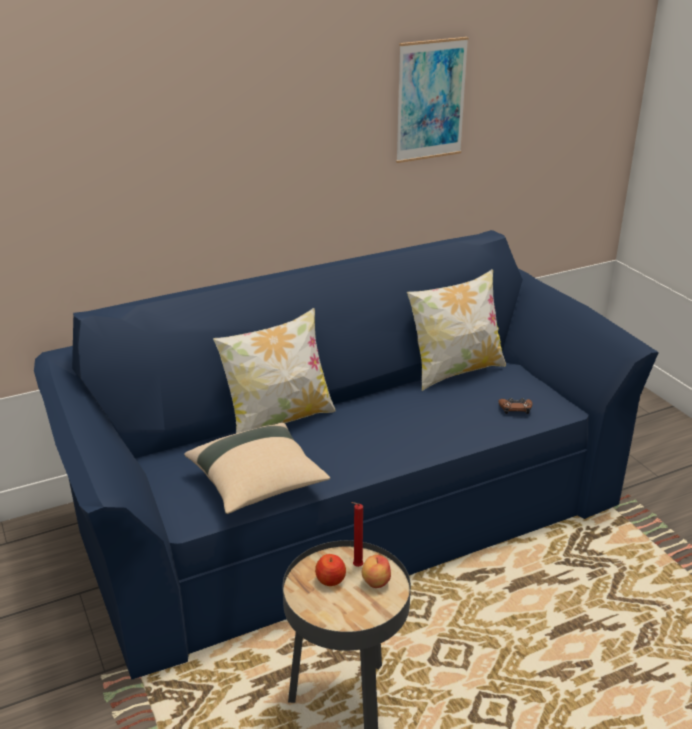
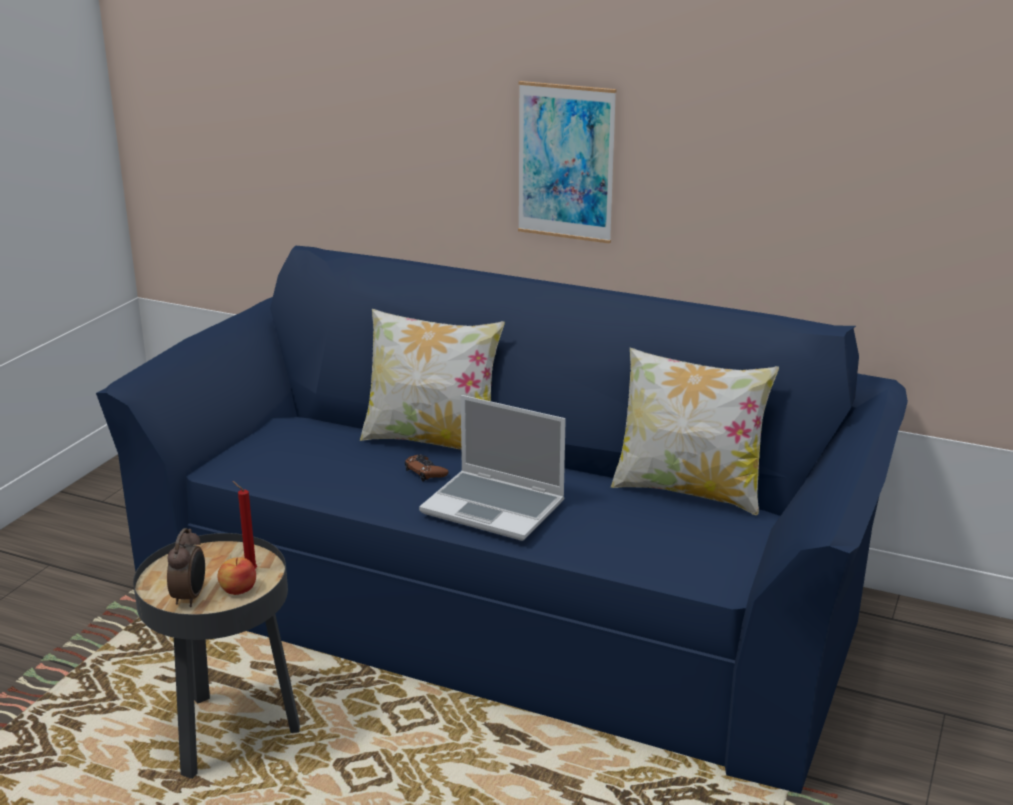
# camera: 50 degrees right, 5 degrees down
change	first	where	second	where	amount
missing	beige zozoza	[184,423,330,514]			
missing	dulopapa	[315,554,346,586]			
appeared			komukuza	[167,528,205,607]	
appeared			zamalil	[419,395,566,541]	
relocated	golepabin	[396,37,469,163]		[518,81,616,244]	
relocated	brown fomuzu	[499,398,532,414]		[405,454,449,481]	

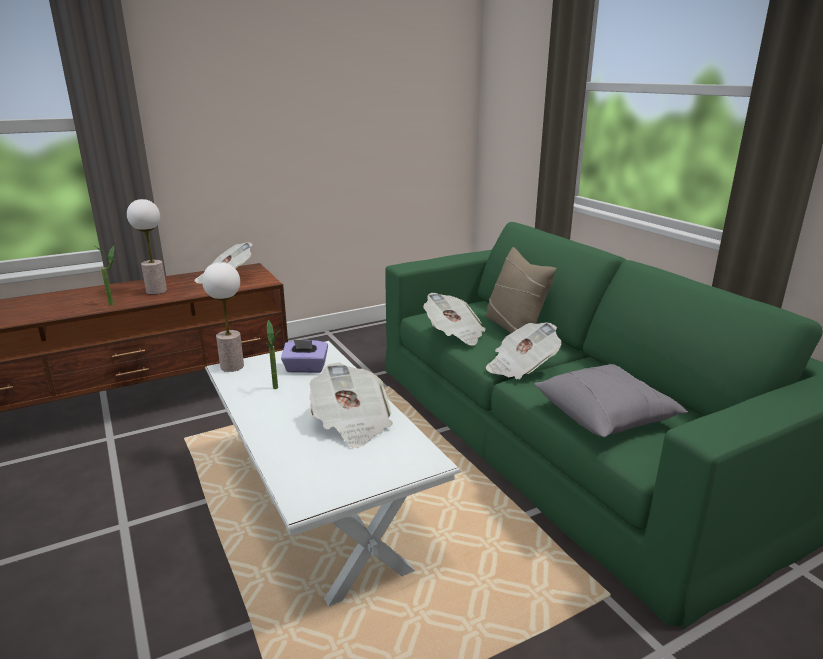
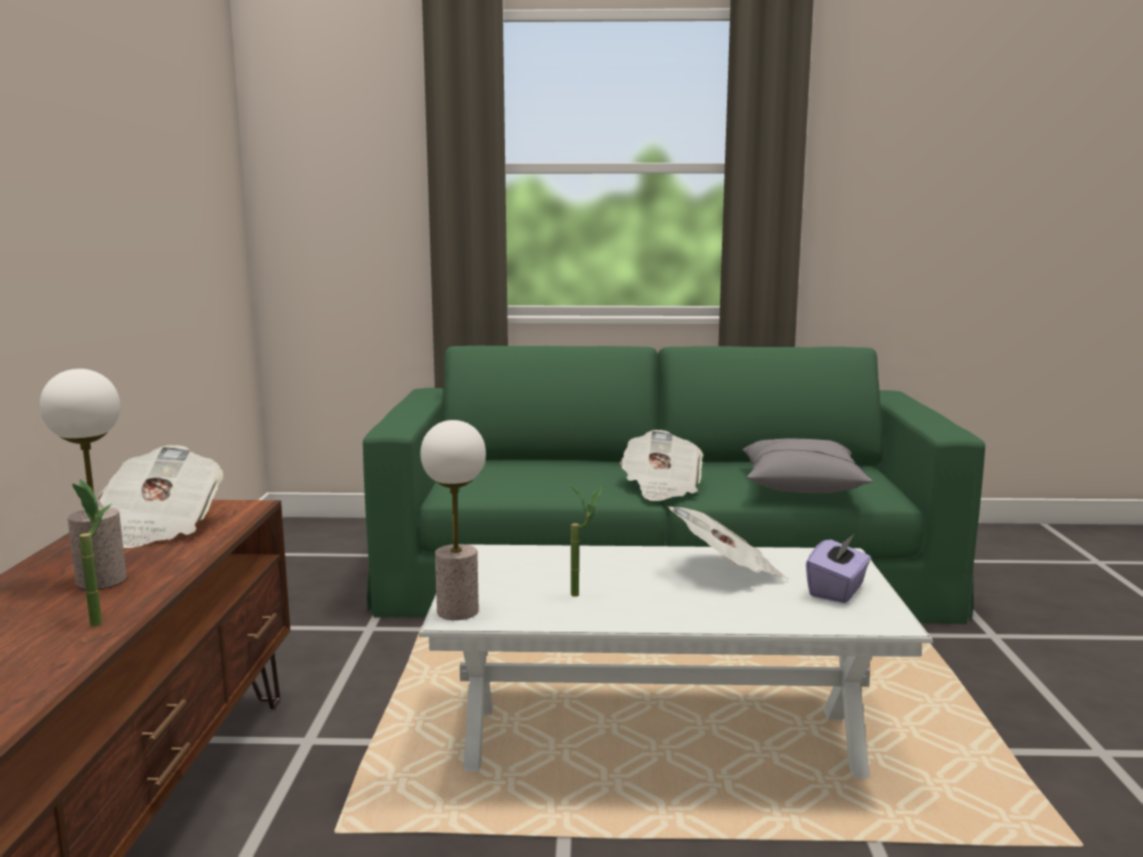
# camera: 60 degrees left, 10 degrees down
change	first	where	second	where	amount
missing	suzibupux	[423,293,486,346]			
missing	beige zozoza	[486,247,556,334]			
relocated	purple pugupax	[281,339,328,373]		[806,534,871,603]	

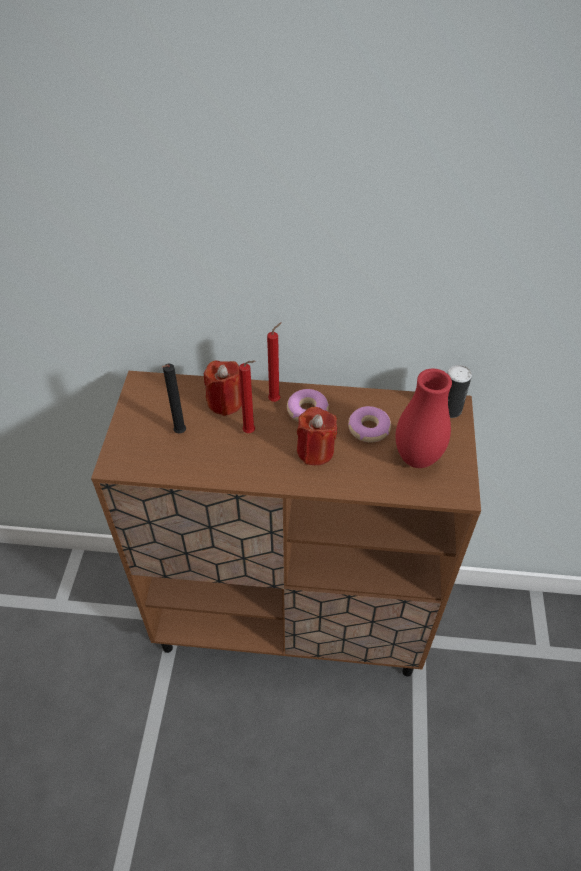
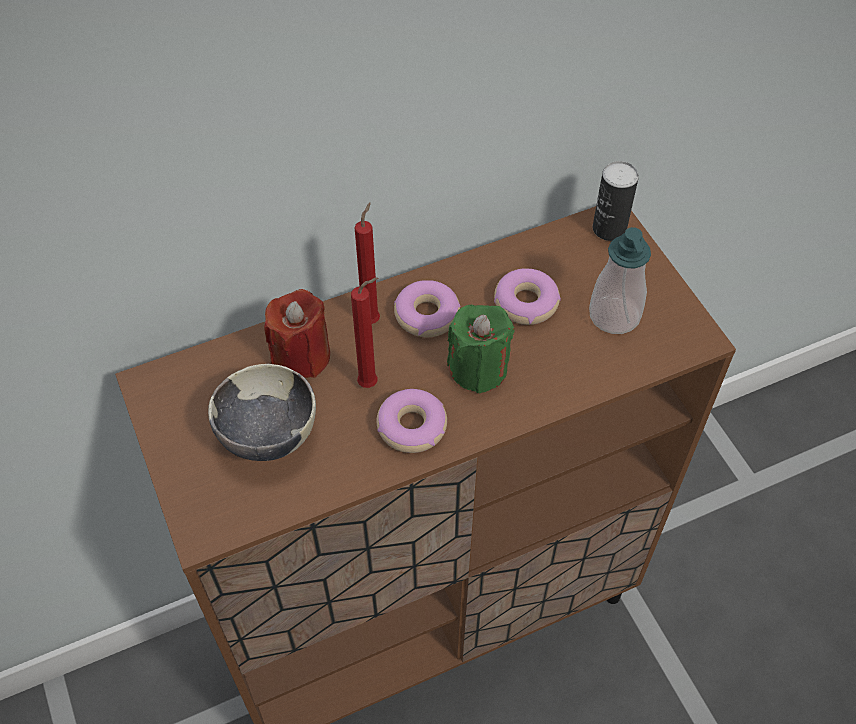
# camera: 30 degrees left, 5 degrees up
change	first	where	second	where	amount
appeared			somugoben	[376,389,447,453]	
exchanged	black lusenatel	[162,363,186,434]	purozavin	[208,364,316,461]	
exchanged	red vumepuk	[395,369,452,468]	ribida	[589,227,651,334]	
colour	red lusenatel	[297,407,338,465]	green lusenatel	[447,305,514,394]	

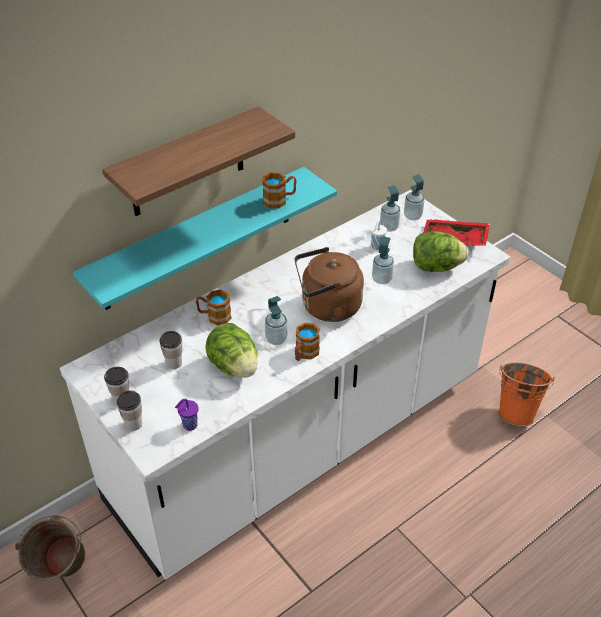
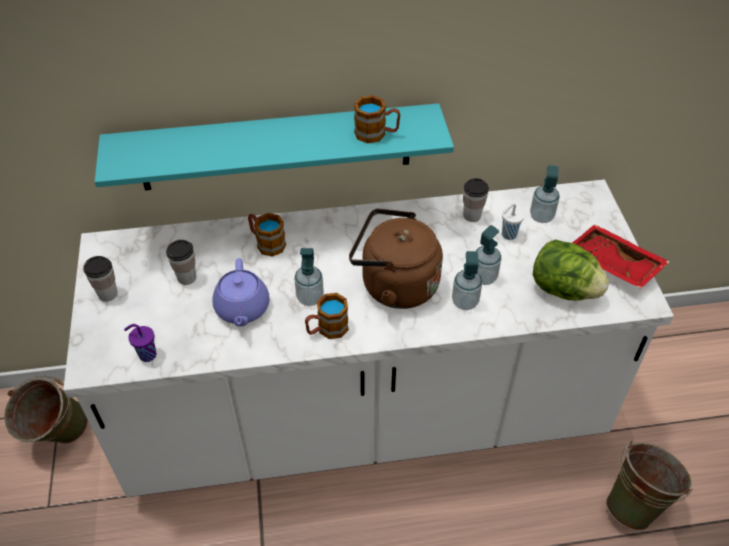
# camera: 30 degrees right, 5 degrees up
change	first	where	second	where	amount
missing	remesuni	[102,106,295,216]			
relocated	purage	[117,390,142,431]		[463,178,489,222]	
relocated	ribida	[404,174,424,220]		[452,251,482,310]	
exchanged	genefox	[206,323,258,377]	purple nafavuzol	[212,258,270,327]	
colour	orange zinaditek	[498,363,555,426]	green zinaditek	[606,441,693,531]	

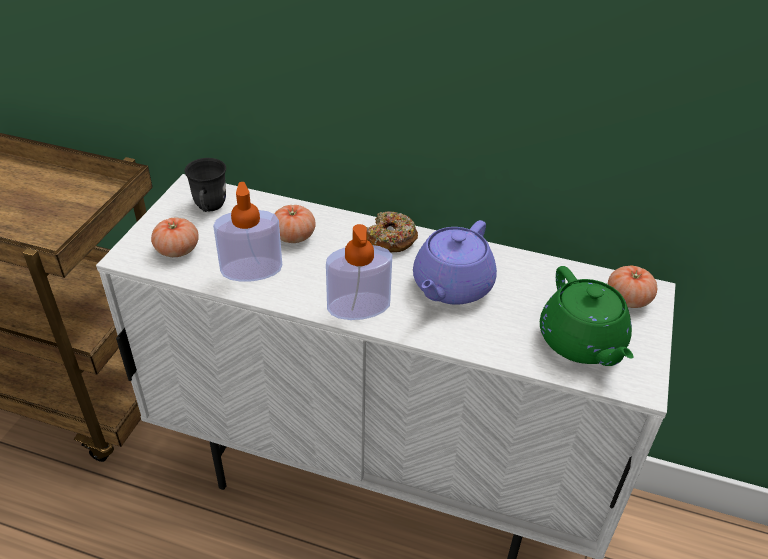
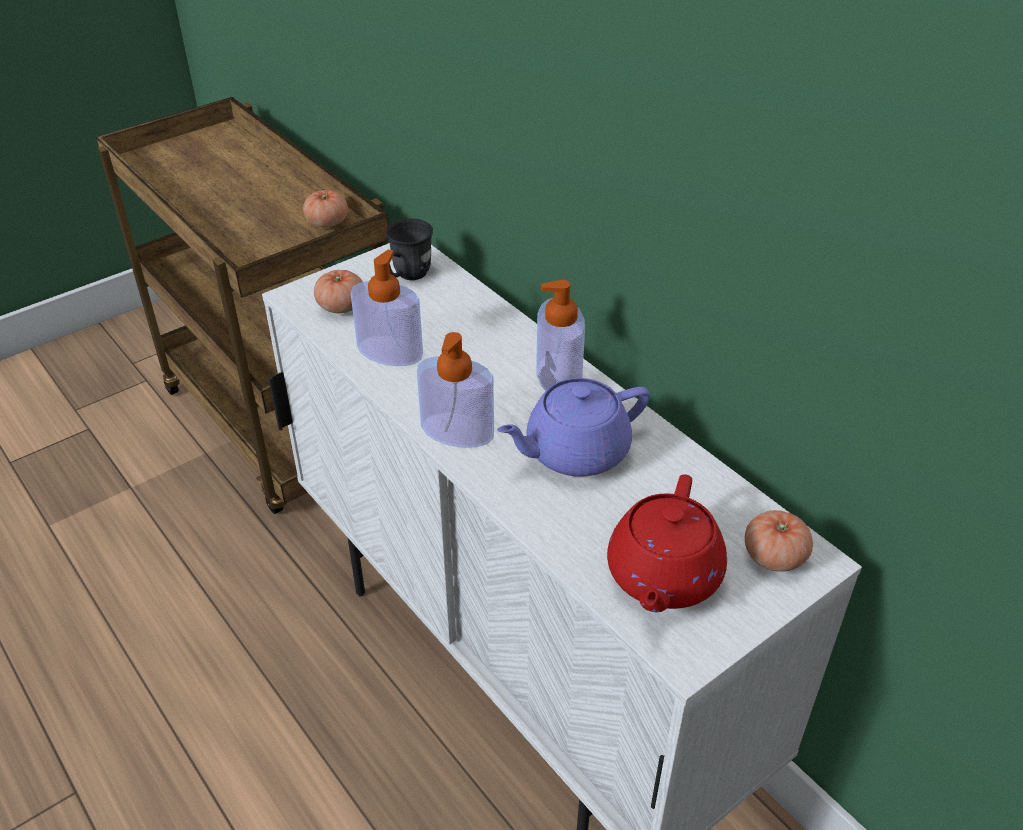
# camera: 35 degrees right, 0 degrees up
change	first	where	second	where	amount
relocated	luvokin	[274,205,316,243]		[303,190,348,227]	
exchanged	somugoben	[367,211,418,252]	ribida	[536,280,585,391]	
colour	green nafavuzol	[540,266,633,366]	red nafavuzol	[607,474,727,612]	

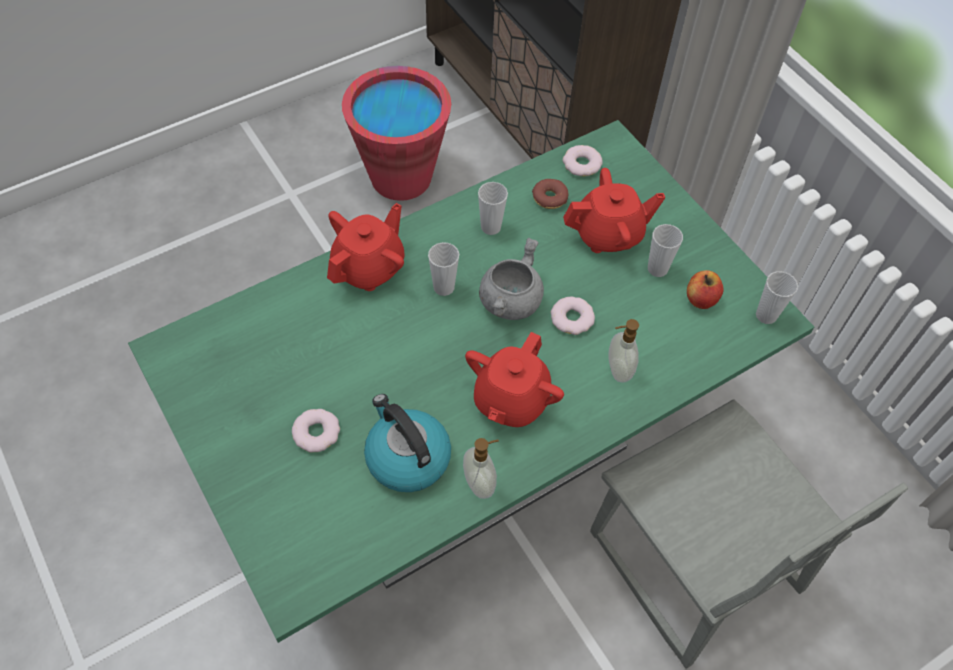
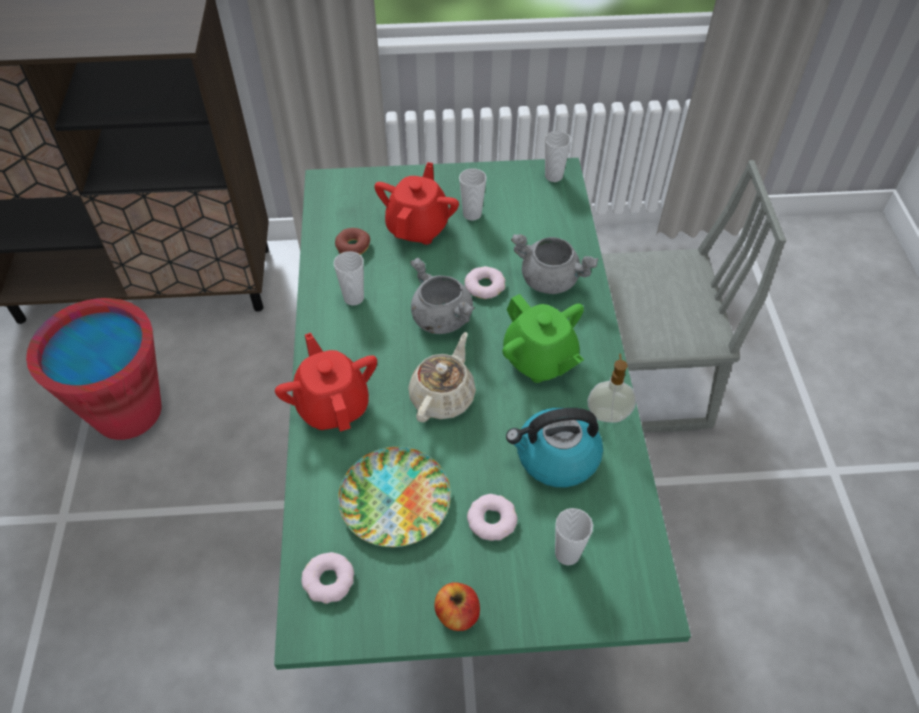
# camera: 60 degrees left, 5 degrees down
change	first	where	second	where	amount
appeared			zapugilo	[338,447,451,547]	
appeared			beige nafavuzol	[408,332,476,422]	
relocated	purage	[428,242,459,296]		[555,508,593,566]	
relocated	somugoben	[563,145,603,177]		[301,552,354,604]	
relocated	dulopapa	[687,270,724,309]		[434,582,480,631]	
exchanged	ribida	[608,319,639,383]	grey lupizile	[511,234,599,294]	
colour	red nafavuzol	[465,332,564,427]	green nafavuzol	[502,294,584,383]	

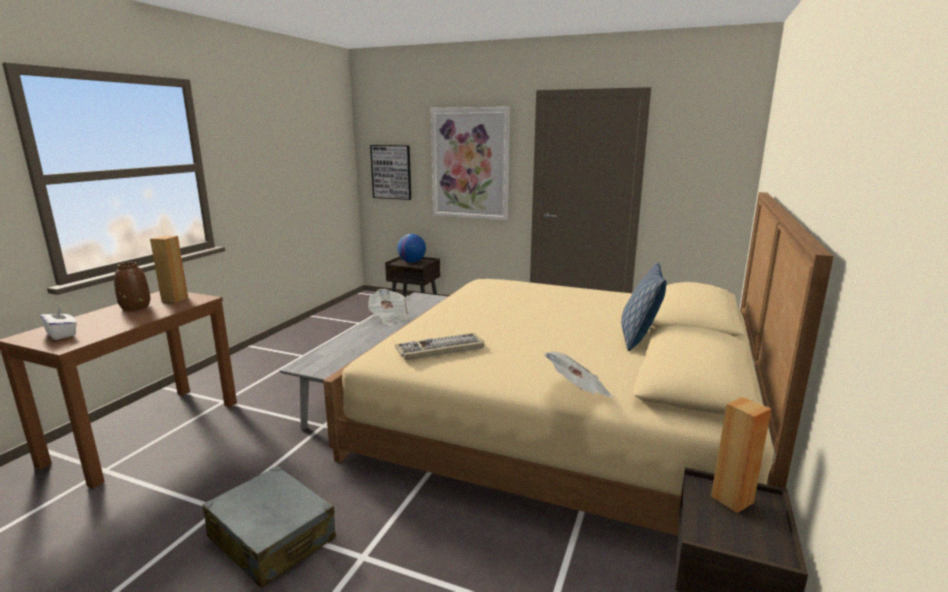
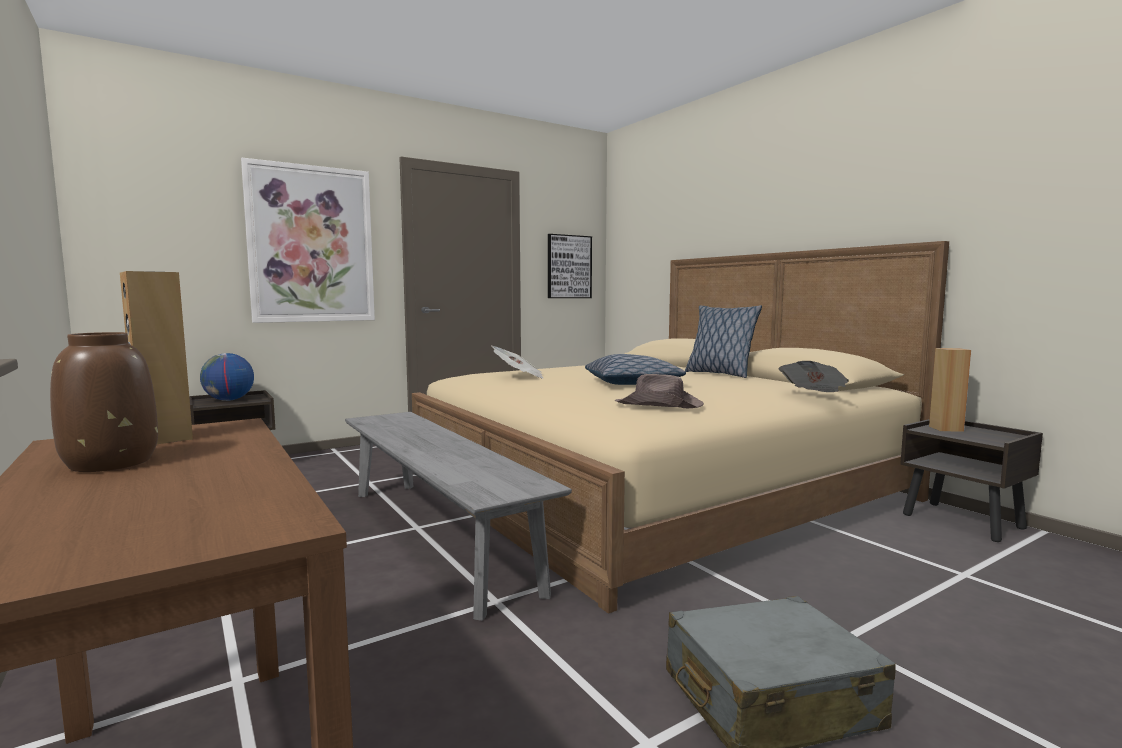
# camera: 55 degrees left, 10 degrees down
change	first	where	second	where	amount
missing	white pugupax	[40,306,77,340]			
appeared			zozoza	[585,354,686,385]	
relocated	suzibupux	[368,289,408,325]		[492,346,544,379]	
relocated	golepabin	[370,145,411,200]		[548,234,592,298]	
exchanged	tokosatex	[395,333,484,360]	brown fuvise	[615,374,704,408]	

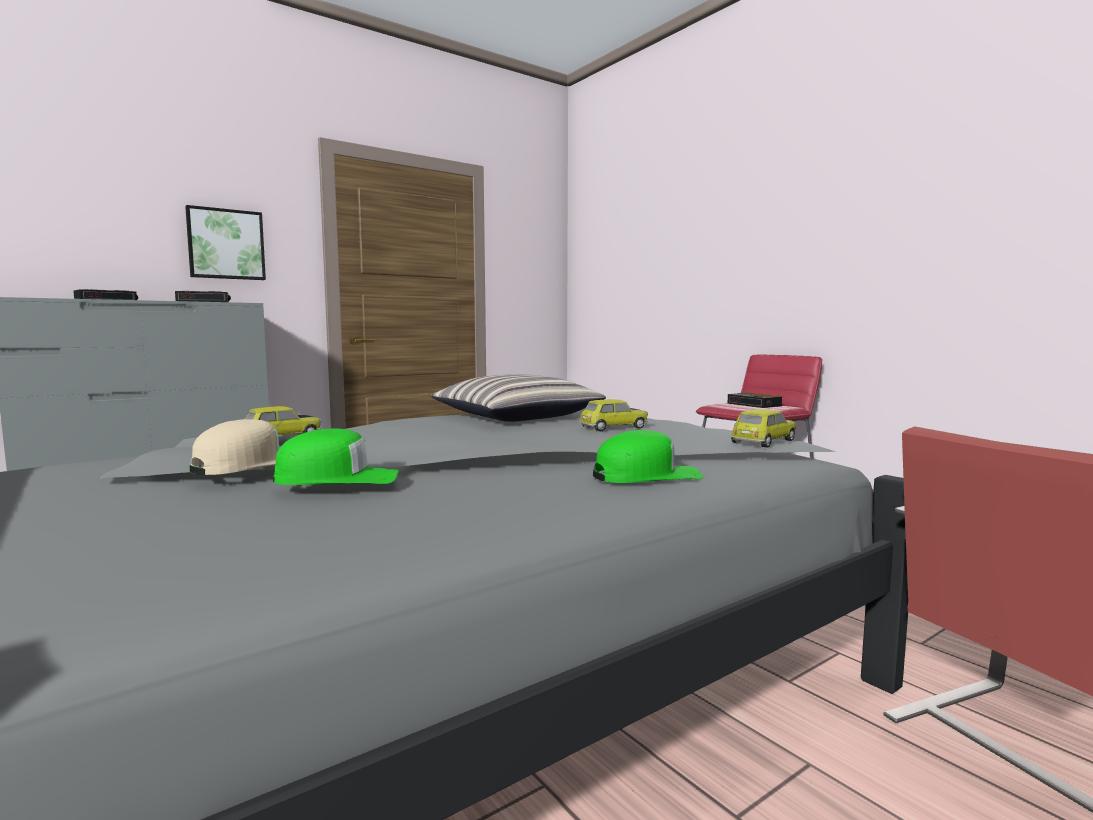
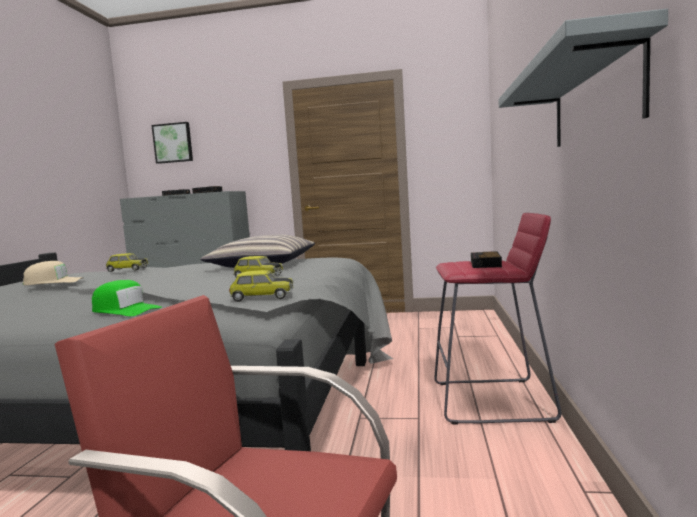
# camera: 45 degrees right, 0 degrees up
change	first	where	second	where	amount
missing	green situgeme	[273,428,399,485]			
appeared			grey remesuni	[499,9,668,147]	
relocated	golepabin	[185,205,266,280]		[152,122,193,164]	

